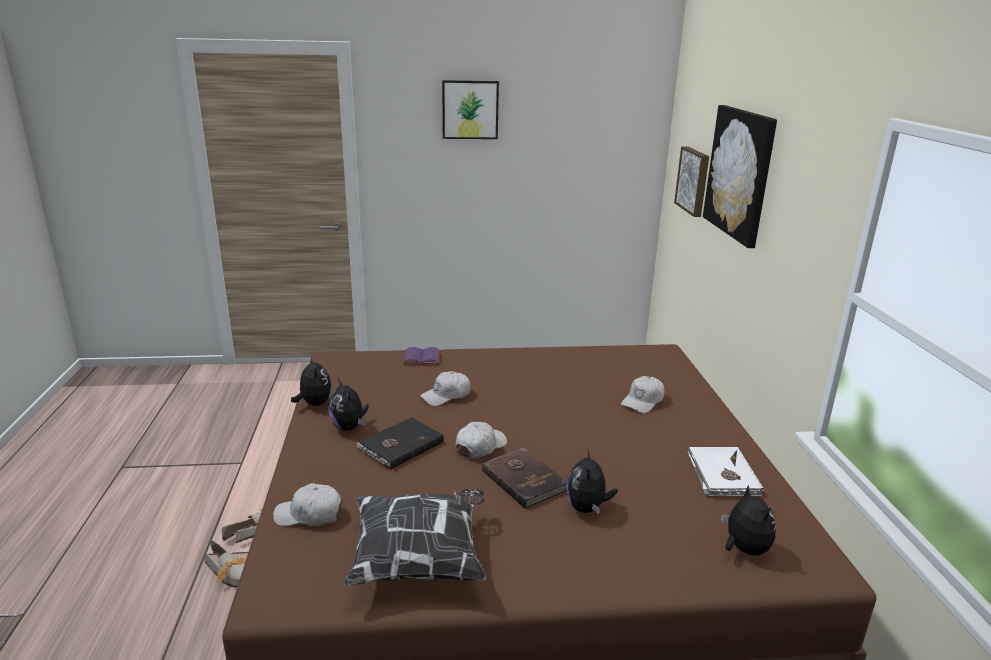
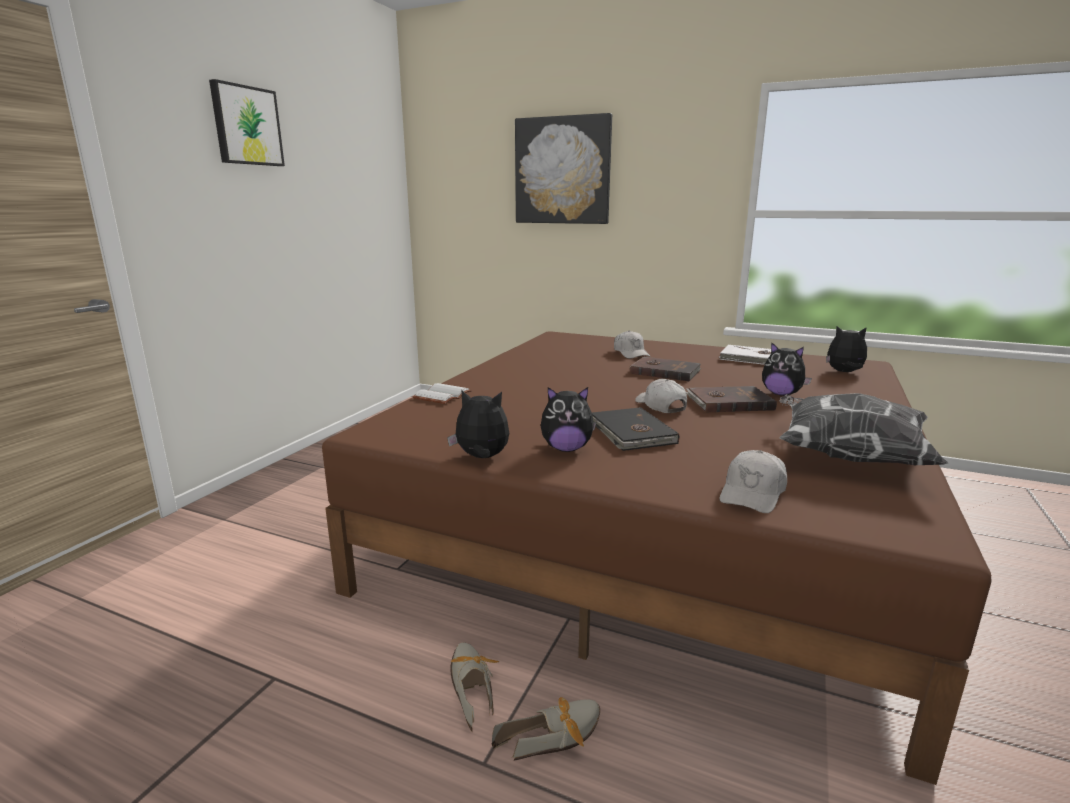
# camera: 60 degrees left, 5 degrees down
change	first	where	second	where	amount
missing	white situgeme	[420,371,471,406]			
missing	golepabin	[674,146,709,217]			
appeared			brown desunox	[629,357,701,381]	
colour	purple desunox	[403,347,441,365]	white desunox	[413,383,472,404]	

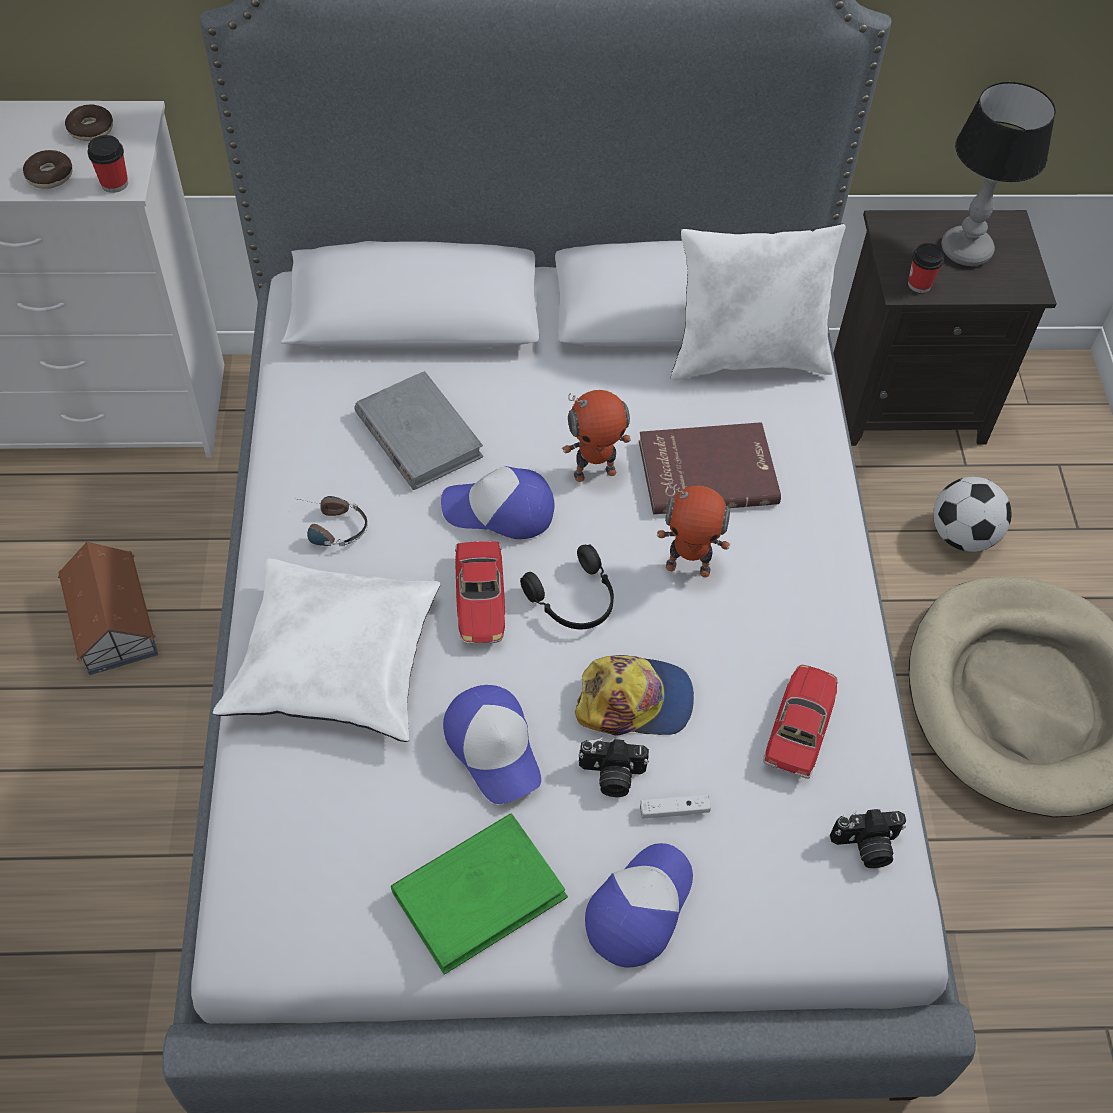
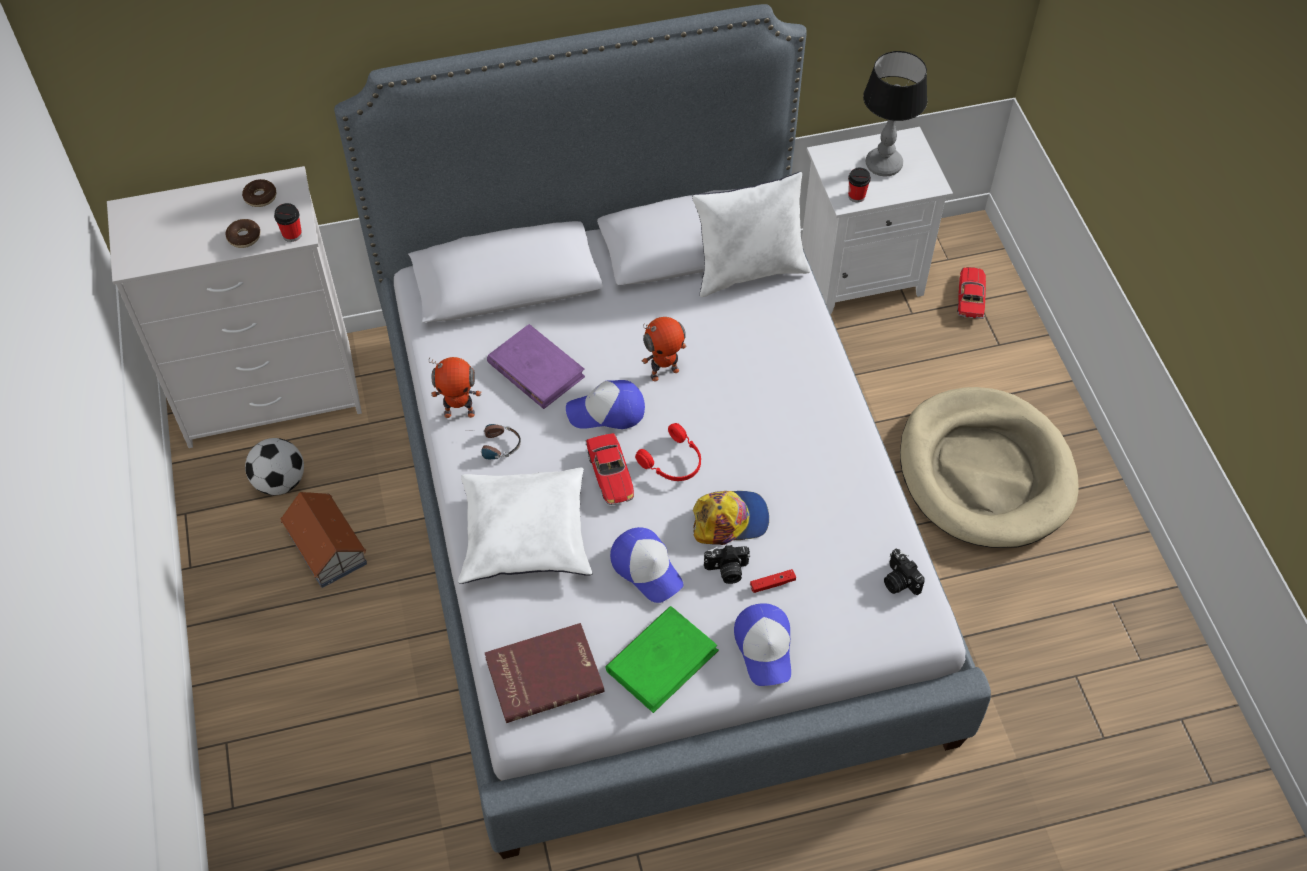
# camera: 10 degrees left, 0 degrees up
change	first	where	second	where	amount
relocated	red desunox	[639,422,781,514]		[485,623,605,723]	
relocated	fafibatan	[657,480,730,577]		[429,357,482,418]	
relocated	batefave	[763,665,838,779]		[957,267,986,319]	
relocated	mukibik	[933,477,1012,552]		[245,438,304,495]	
colour	grey desunox	[354,371,483,490]	purple desunox	[487,324,585,409]	
colour	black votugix	[520,544,614,629]	red votugix	[635,423,701,481]	
colour	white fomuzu	[640,794,711,819]	red fomuzu	[750,569,796,593]	
colour	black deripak	[834,210,1057,446]	white deripak	[802,127,953,314]	
spun	situgeme	[585,843,693,967]		[734,603,791,686]	150 degrees clockwise
spun	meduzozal	[830,809,906,868]		[884,549,925,595]	75 degrees clockwise

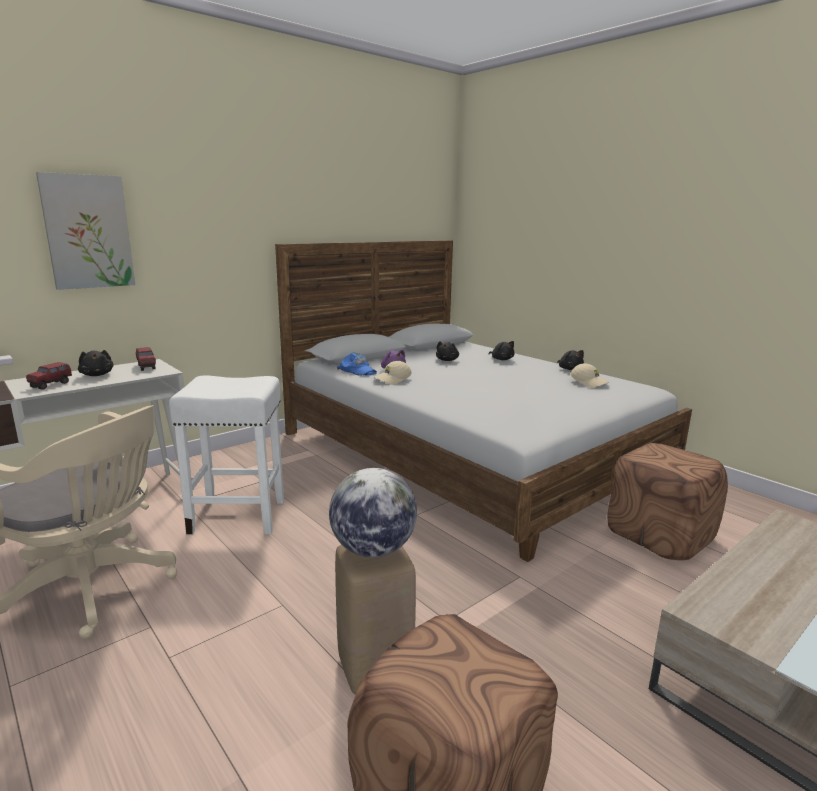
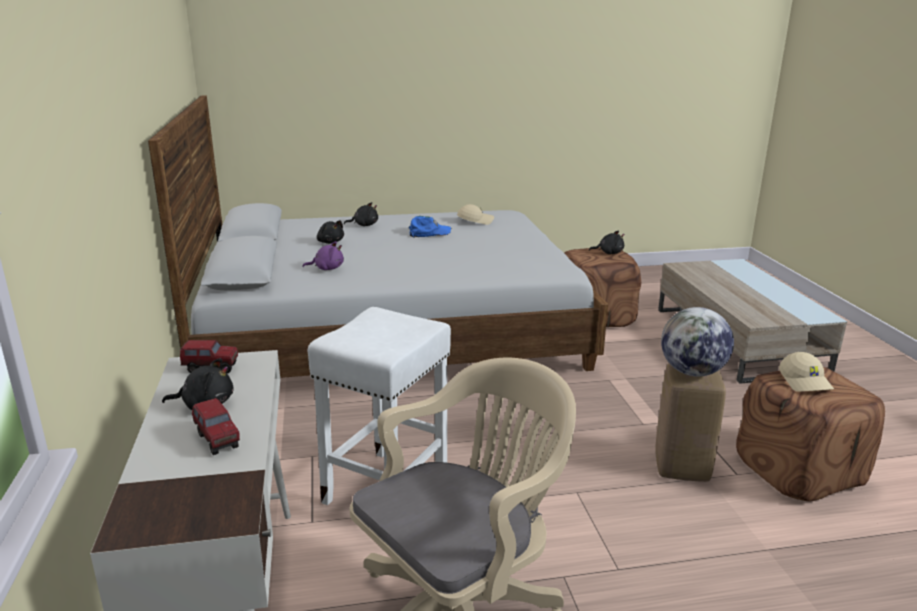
# camera: 60 degrees left, 5 degrees up
change	first	where	second	where	amount
missing	golepabin	[36,172,135,290]			
relocated	blue situgeme	[337,353,377,376]		[409,216,452,238]	
relocated	beige situgeme	[374,361,412,385]		[779,352,834,392]	
relocated	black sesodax	[557,350,584,370]		[589,230,624,254]	

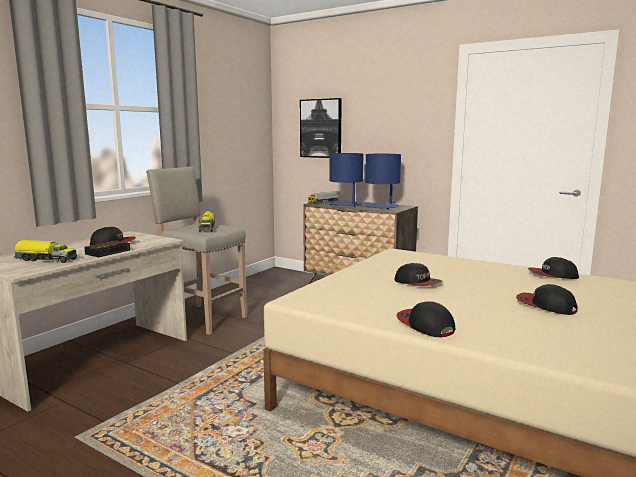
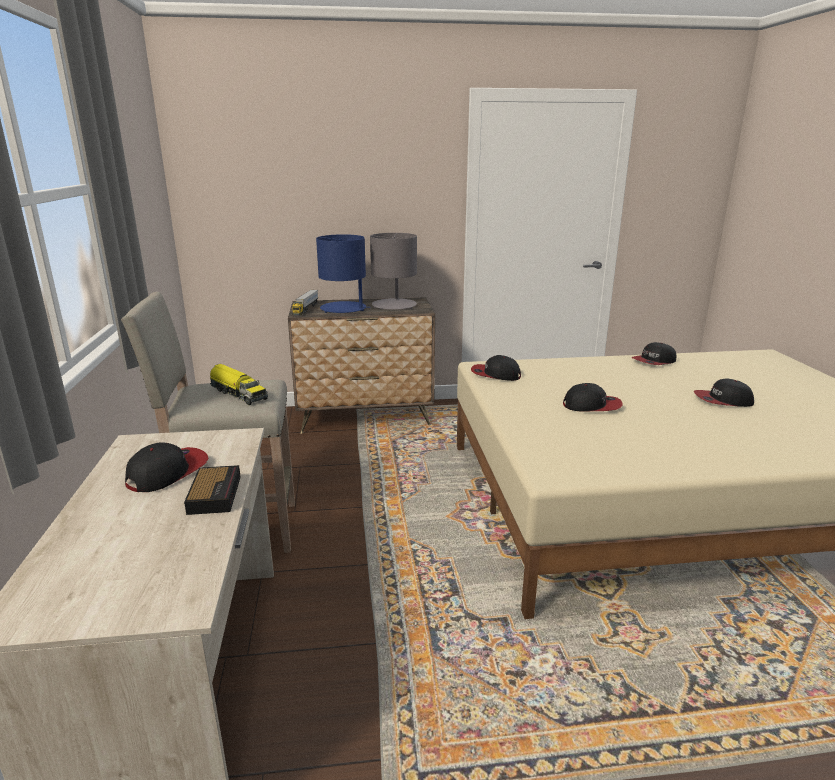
# camera: 40 degrees left, 10 degrees up
change	first	where	second	where	amount
missing	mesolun	[14,240,77,263]			
missing	golepabin	[300,98,342,158]			
relocated	situgeme	[396,301,455,337]		[471,355,521,381]	
colour	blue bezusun	[365,154,401,209]	grey bezusun	[370,233,417,310]	

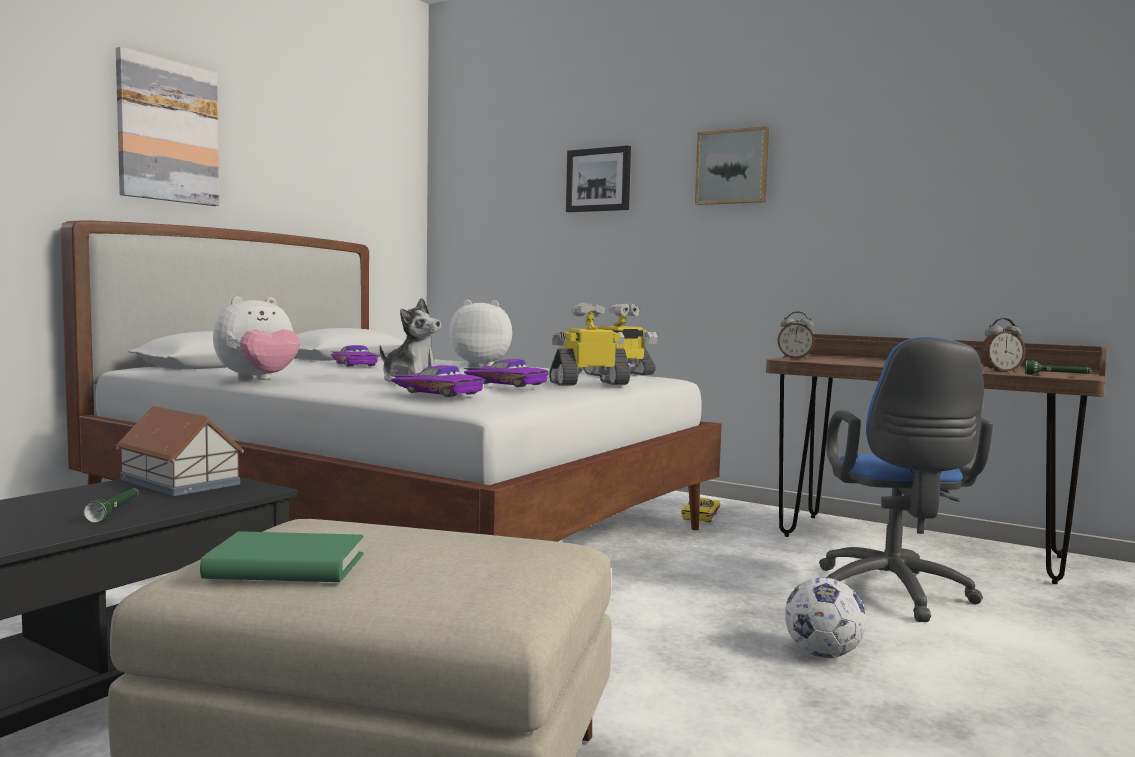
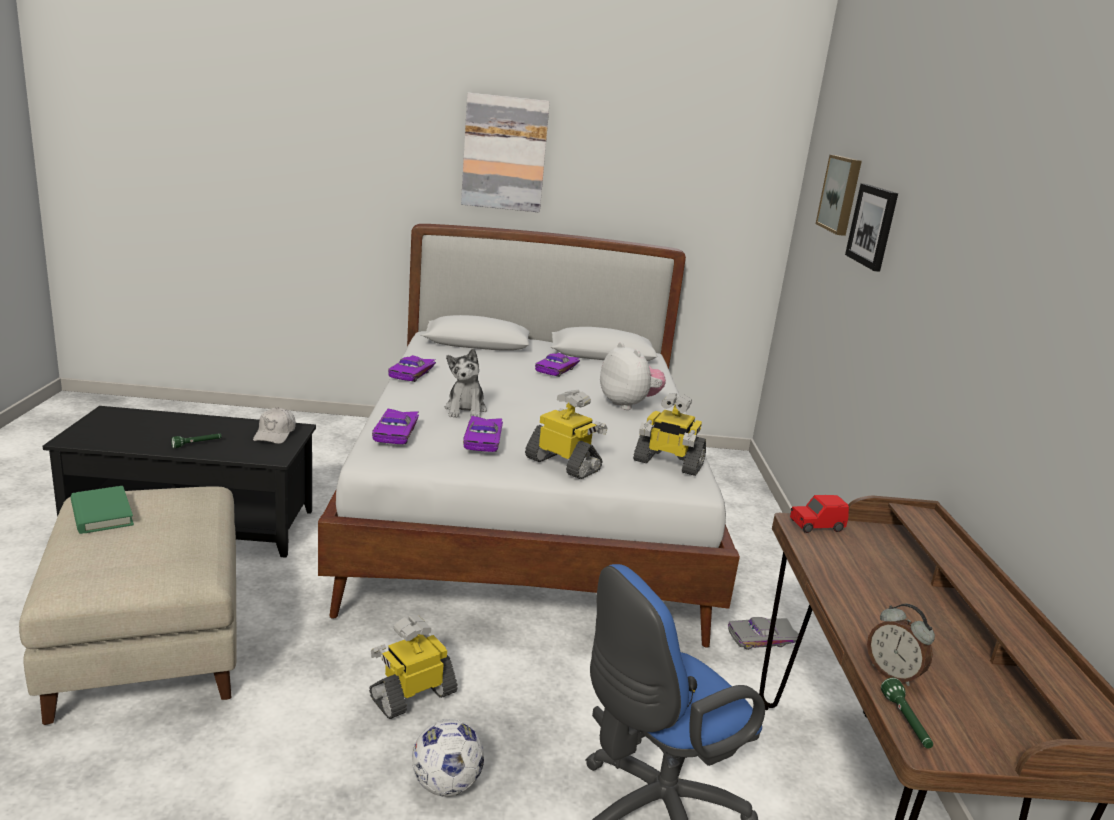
# camera: 55 degrees right, 15 degrees up
change	first	where	second	where	amount
appeared			fafibatan	[369,615,458,719]	
relocated	golepabin	[695,126,769,205]		[816,155,862,236]	
exchanged	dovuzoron	[116,406,244,496]	white situgeme	[253,408,296,444]	
exchanged	sesodax	[213,296,300,381]	purple batefave	[388,355,436,382]	
exchanged	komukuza	[778,312,815,359]	red batefave	[790,495,849,533]	
colour	yellow batefave	[681,498,721,522]	grey batefave	[728,617,799,650]	

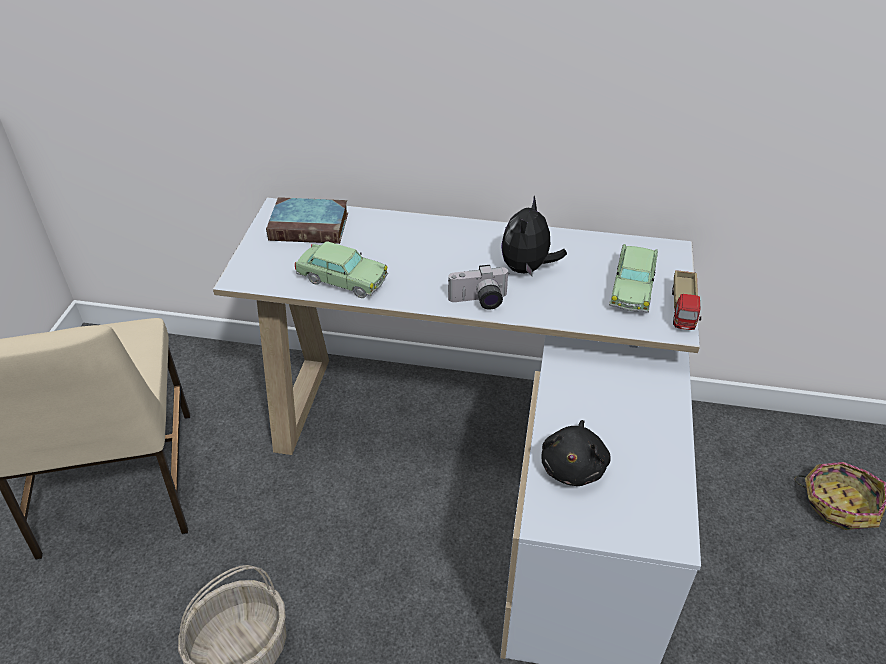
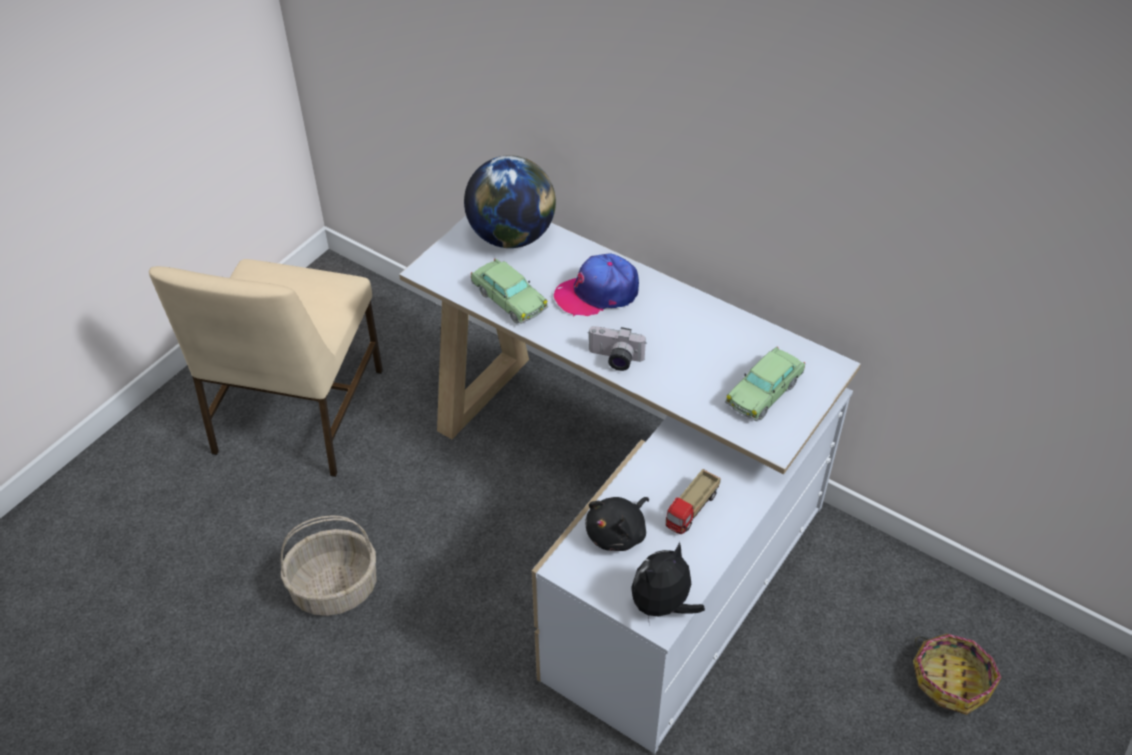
# camera: 25 degrees right, 5 degrees up
change	first	where	second	where	amount
appeared			situgeme	[554,253,639,316]	
relocated	sesodax	[501,196,567,276]		[631,542,705,626]	
relocated	mesolun	[672,270,701,330]		[666,469,721,534]	
exchanged	desunox	[266,197,348,244]	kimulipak	[464,155,556,248]	

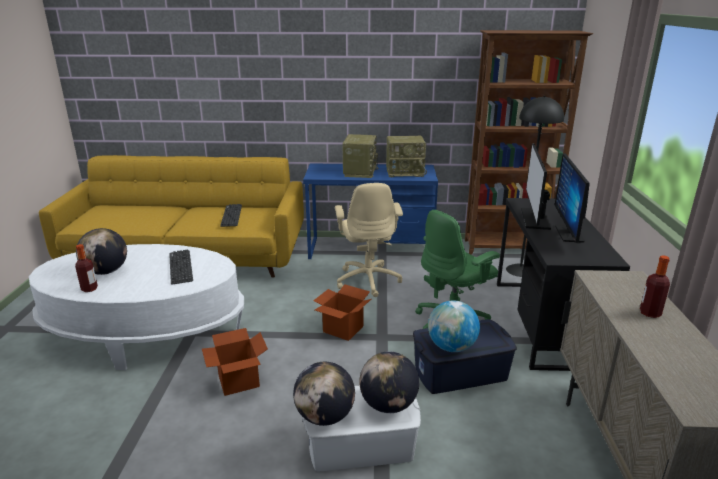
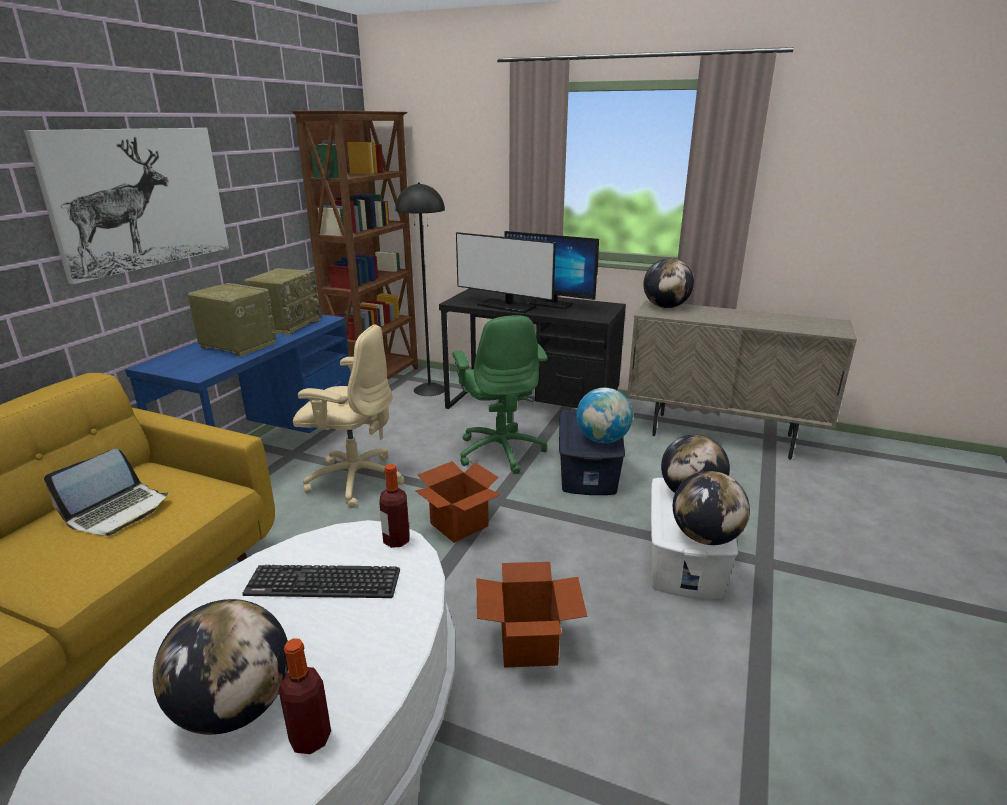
# camera: 70 degrees left, 0 degrees up
change	first	where	second	where	amount
appeared			golepabin	[24,128,229,284]	
appeared			kimulipak	[643,258,694,308]	
relocated	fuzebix	[640,255,670,318]		[379,464,410,548]	
exchanged	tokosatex	[220,204,242,227]	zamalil	[44,449,168,536]	

